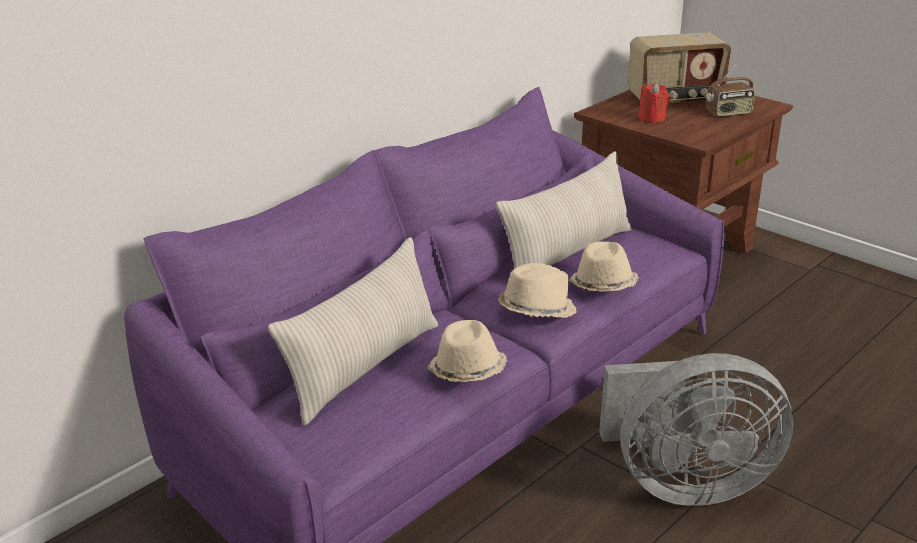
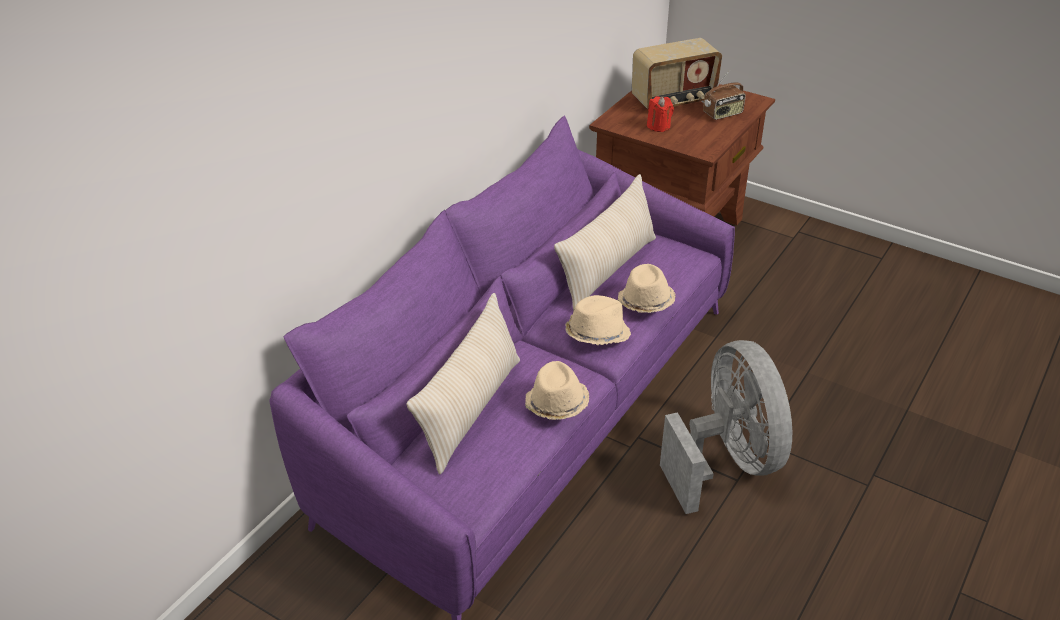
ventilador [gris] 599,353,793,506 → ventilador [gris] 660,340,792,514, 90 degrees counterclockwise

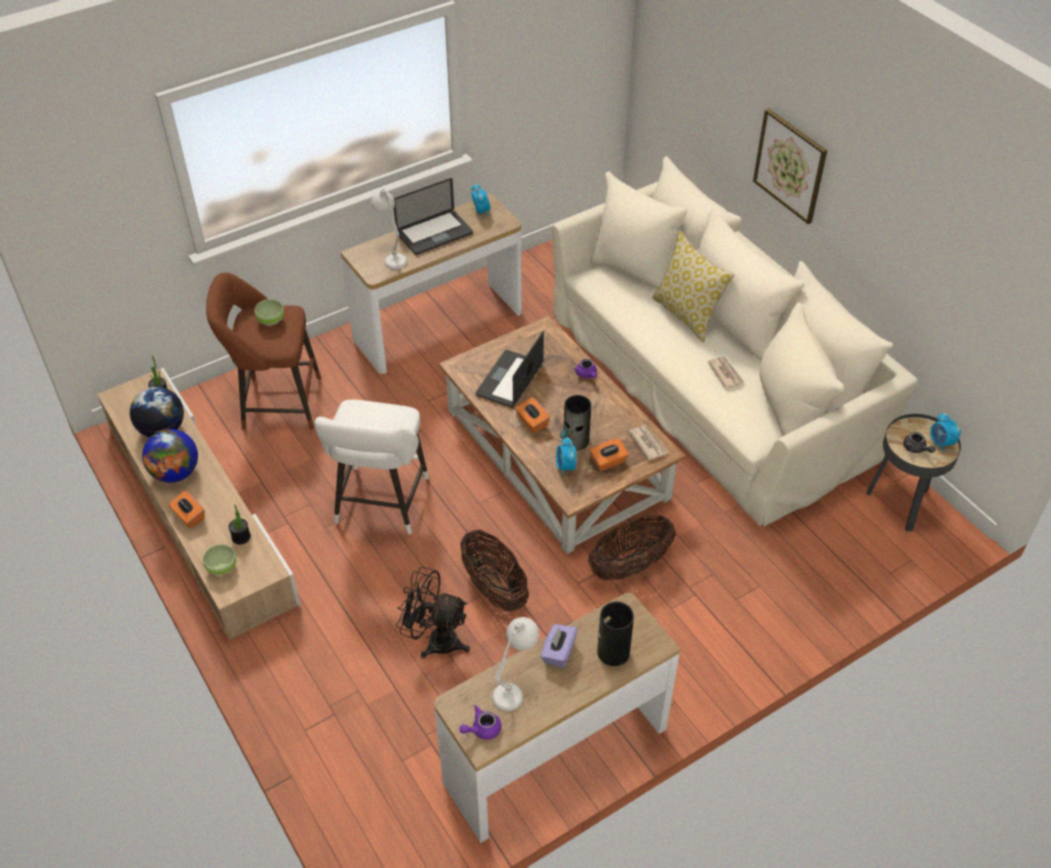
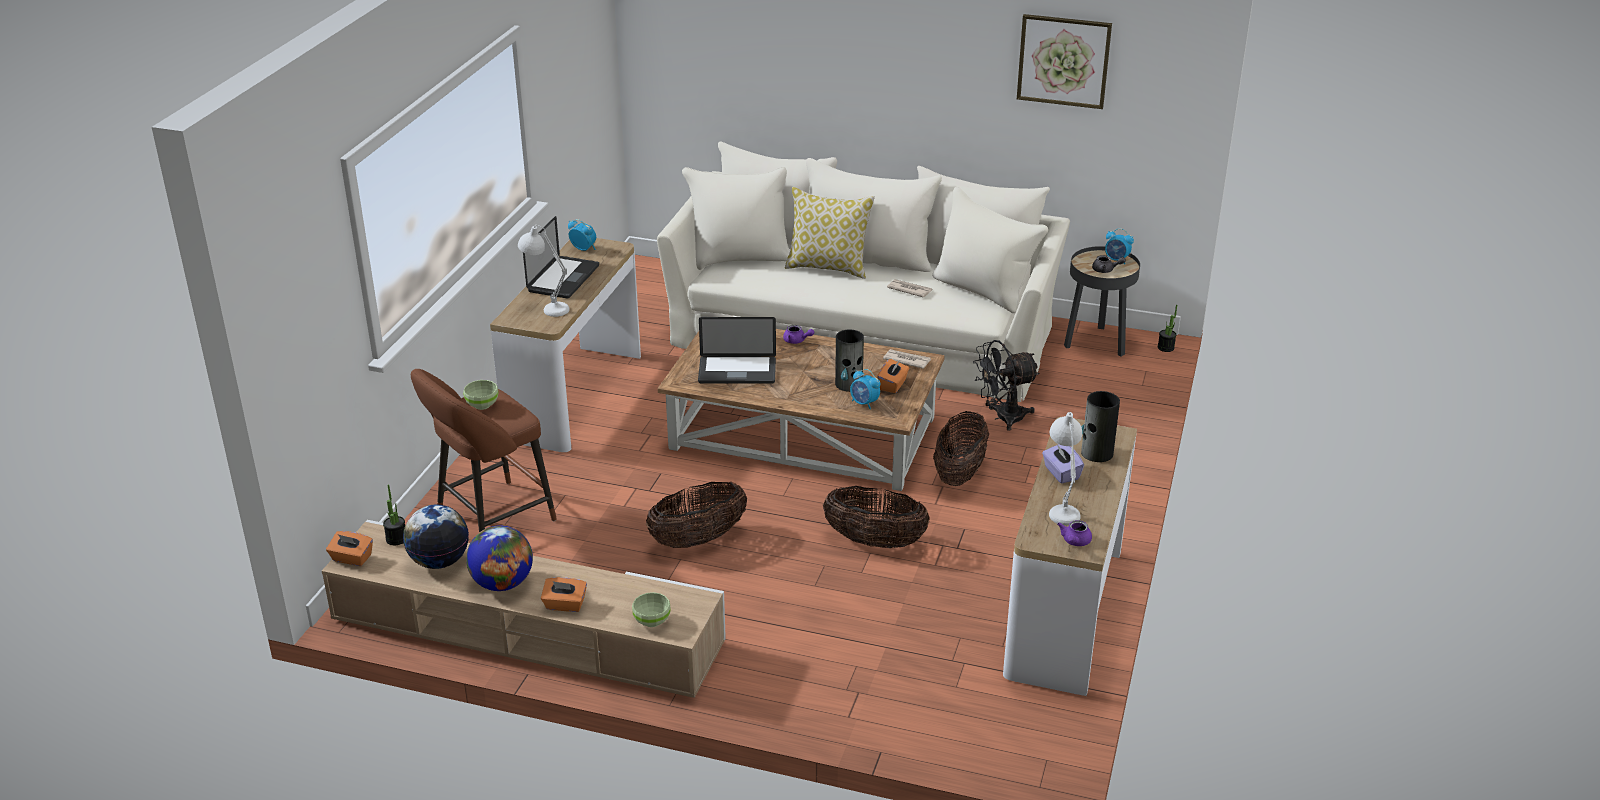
caja de pañuelos [naranja] 516,397,550,433 → caja de pañuelos [naranja] 326,531,373,566, moved
taburete [blanco] 314,399,429,535 → cesta 646,482,747,548
portátil 476,332,544,408 → portátil 698,317,776,384, 75 degrees counterclockwise
ventilador [negro] 396,567,470,659 → ventilador [negro] 973,340,1040,431, moved
cuadro 753,108,827,224 → cuadro 1017,14,1112,109, moved
planta en maceta 229,505,251,544 → planta en maceta 1158,305,1177,352, moved

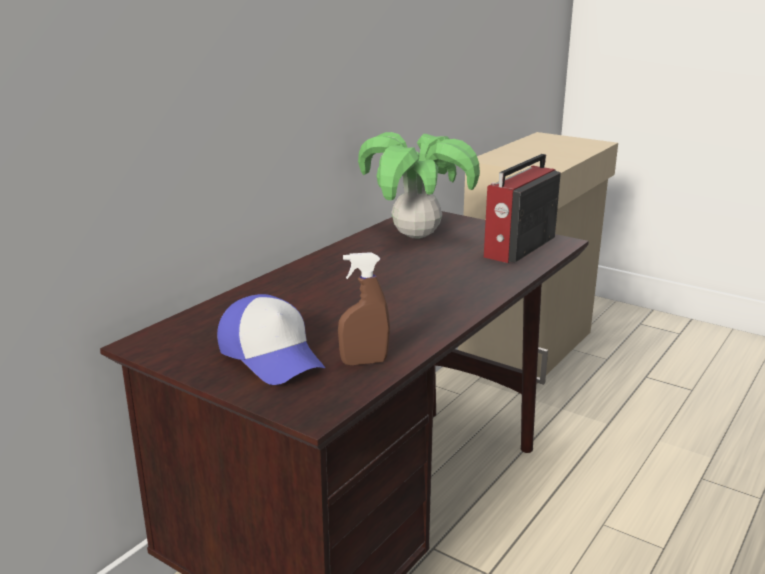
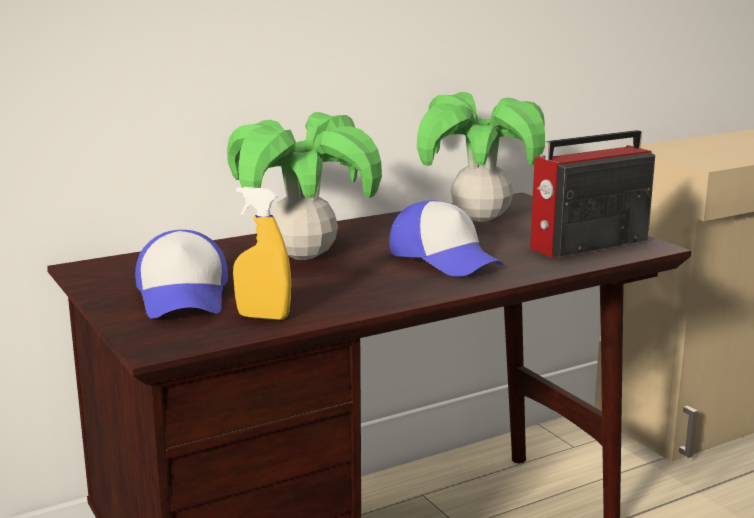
- → planta en maceta 227,112,382,260
pulverizador [marrón] 338,252,390,365 → pulverizador [amarillo] 233,187,291,320
- → gorra 389,200,503,277

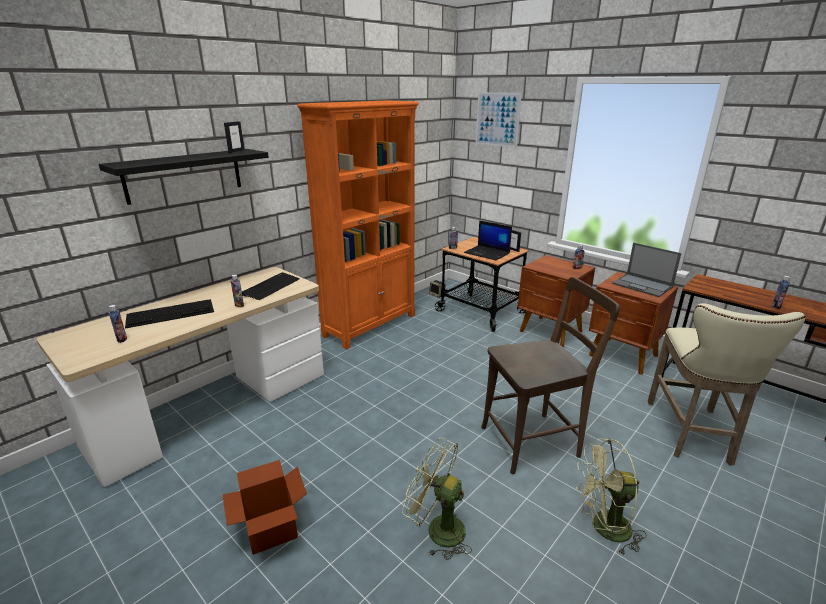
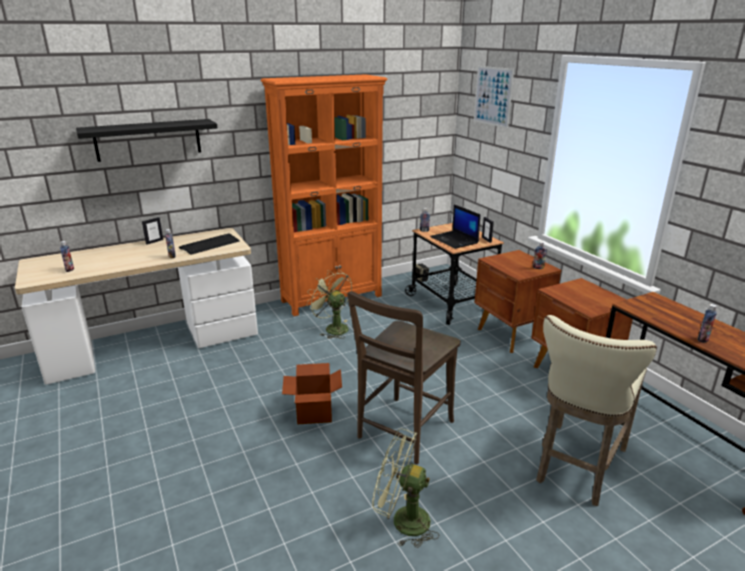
portarretratos 224,121,244,153 → portarretratos 142,217,163,245, moved
caja de cartón 223,460,307,555 → caja de cartón 282,363,342,424, moved
ventilador [verde] 402,437,472,560 → ventilador [verde] 306,270,352,339, moved
silla [marrón] 481,277,620,474 → silla [marrón] 347,291,461,464, 120 degrees clockwise
teclado 125,299,214,329 → -
portátil 612,243,681,297 → -

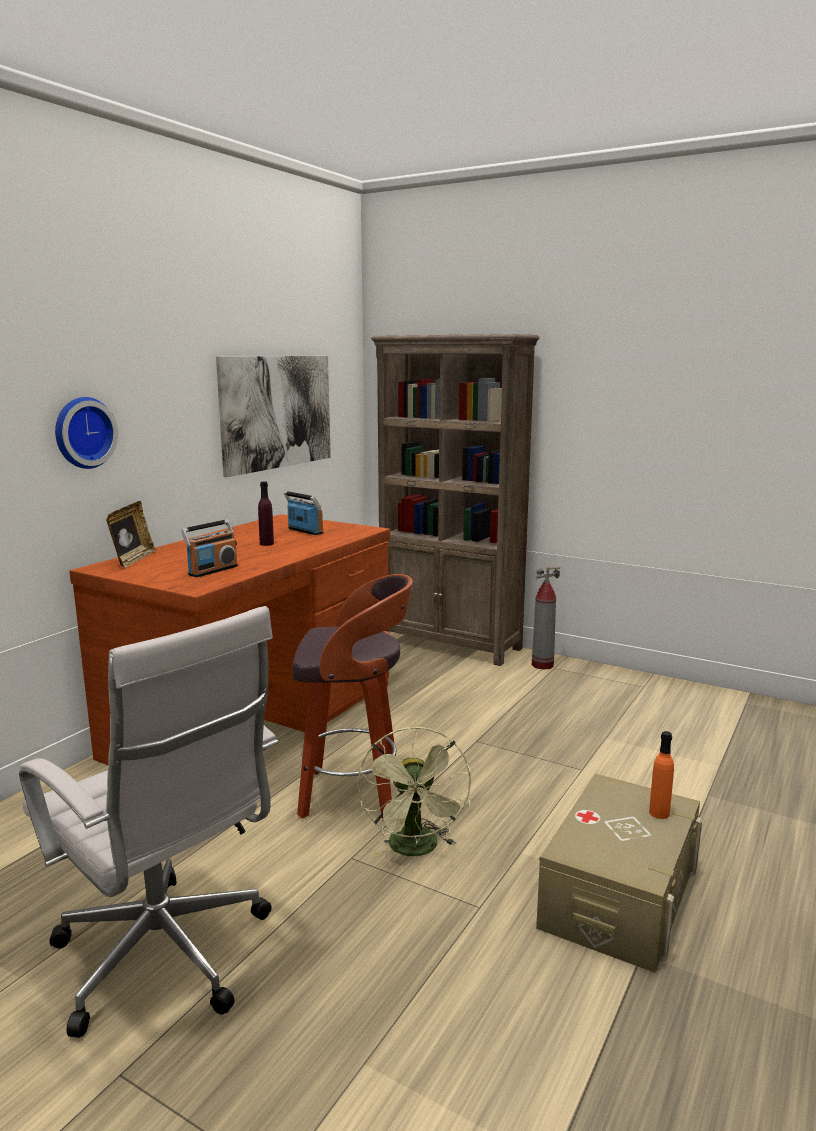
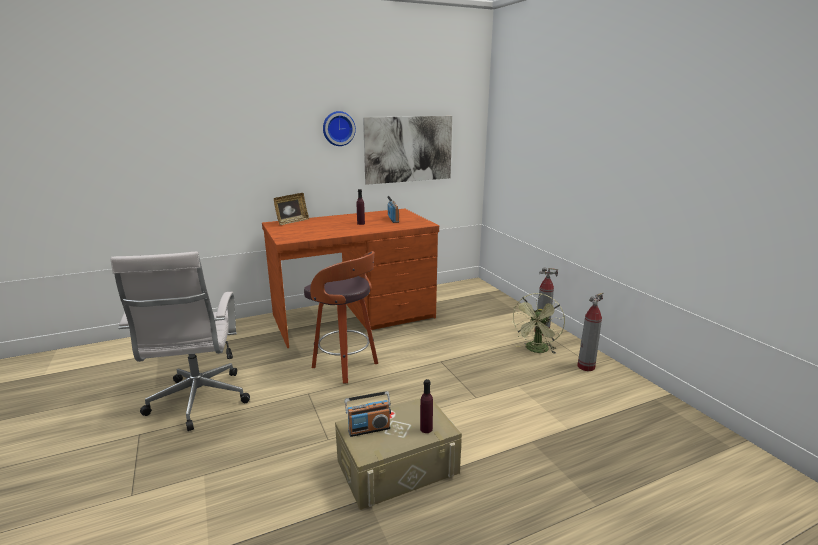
reloj de pared 55,397,118,469 → reloj de pared 323,111,356,146, moved
radio 181,519,238,577 → radio 345,391,391,437, moved
botella [naranja] 649,731,674,819 → botella [morado] 420,379,433,433
ventilador [verde] 357,727,471,857 → ventilador [verde] 511,293,565,354, moved
- → extintor 577,292,604,371
estantería [marrón] 371,334,540,666 → -

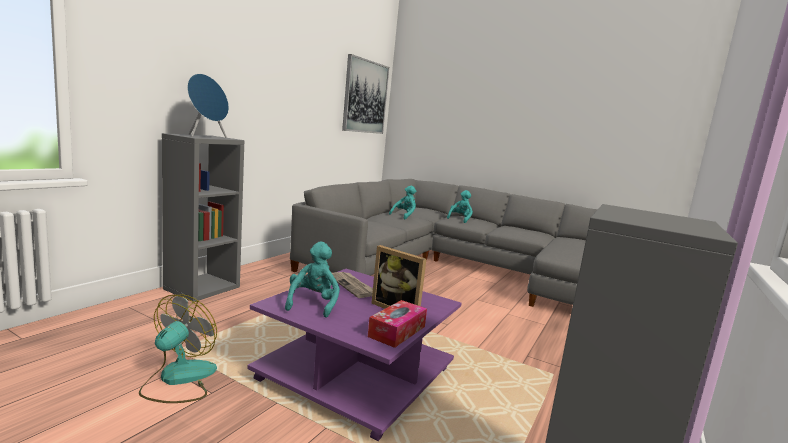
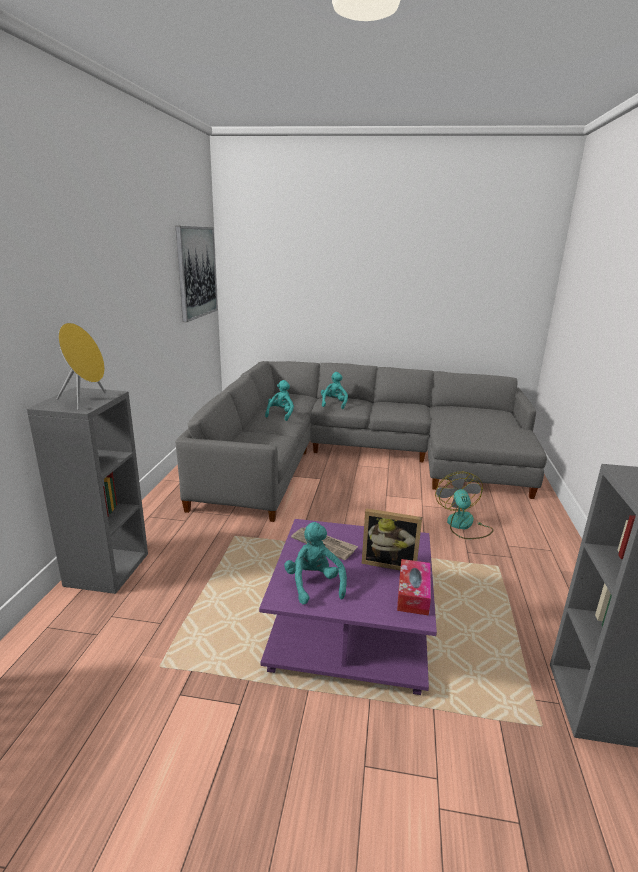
altavoz [azul] 187,74,229,138 → altavoz [amarillo] 56,323,106,410
ventilador 139,294,217,403 → ventilador 435,472,493,539, moved

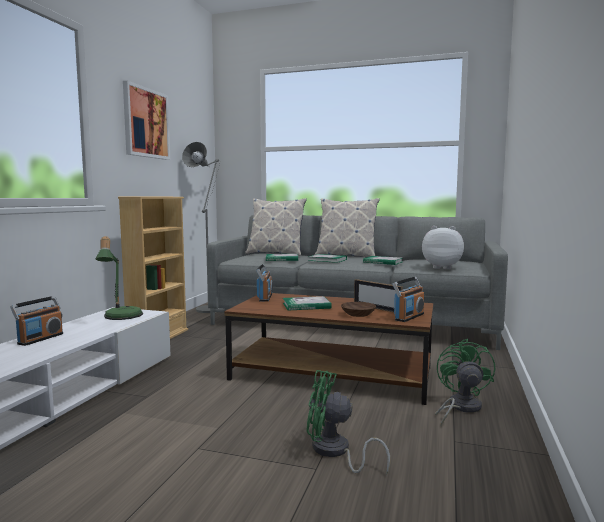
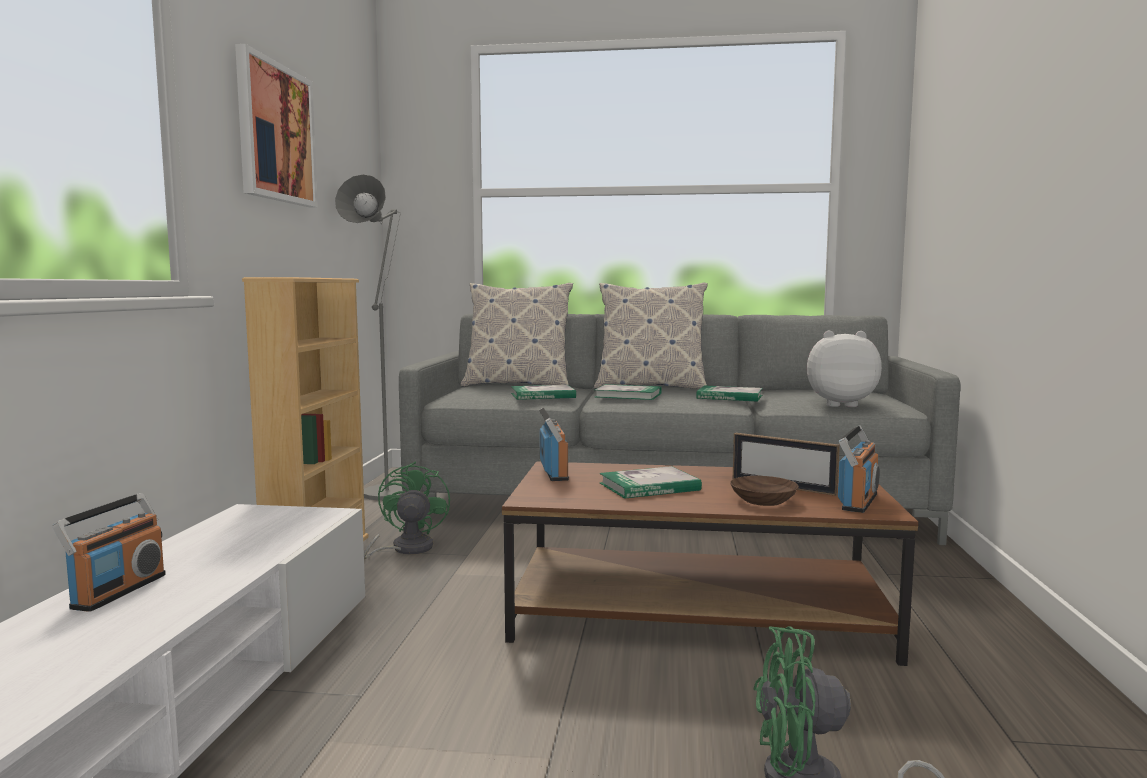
ventilador [verde] 435,339,495,426 → ventilador [verde] 364,462,450,559, moved
lámpara de mesa 95,236,143,320 → -

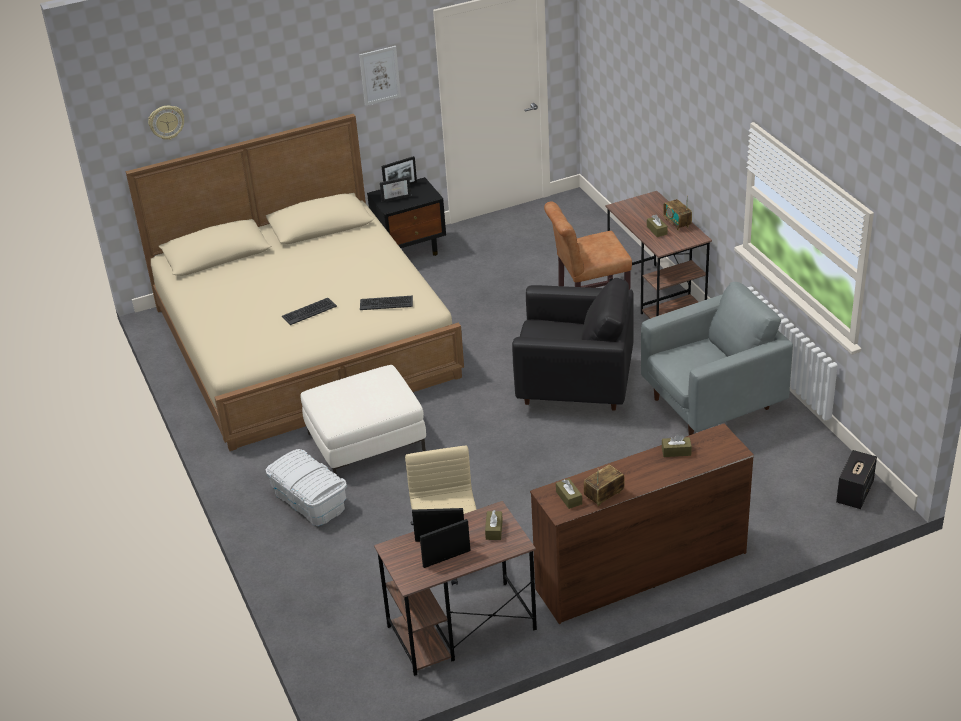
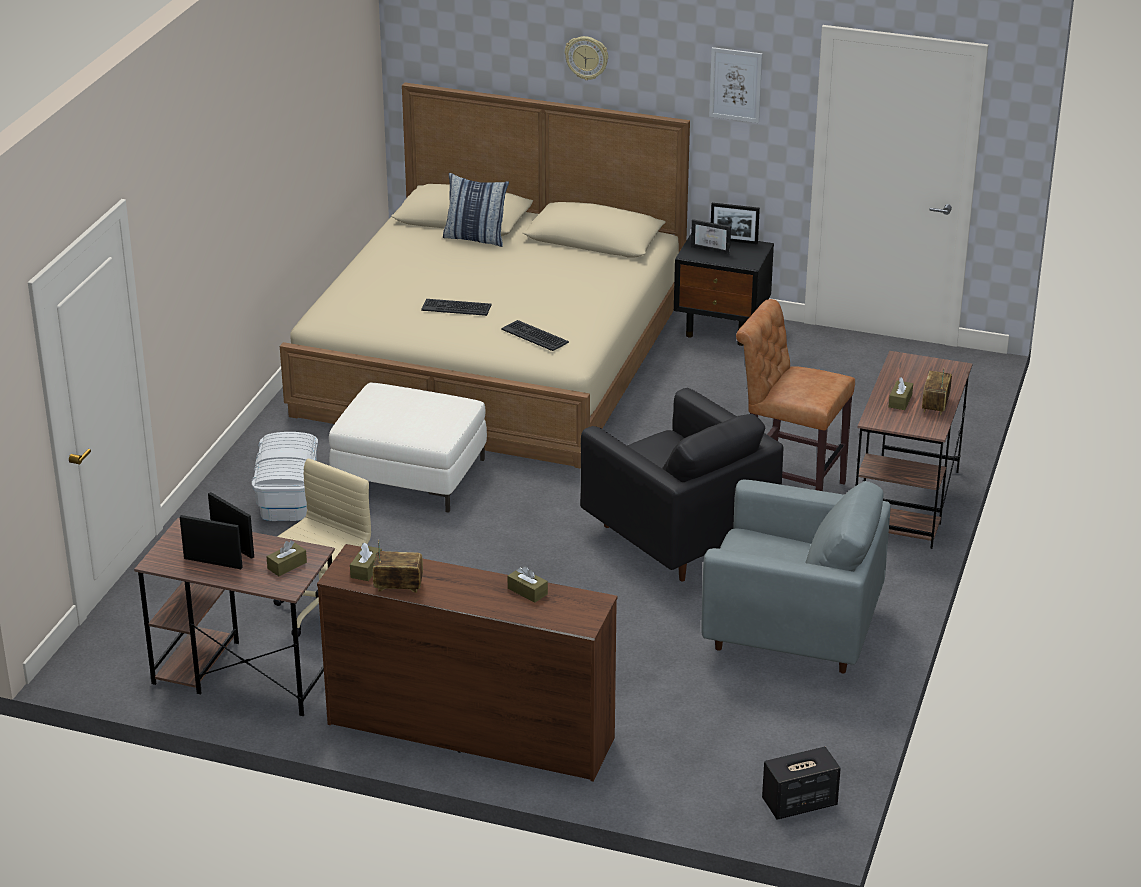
- → cojín 443,173,509,247
reloj de pared 148,106,184,140 → reloj de pared 565,36,608,80, moved

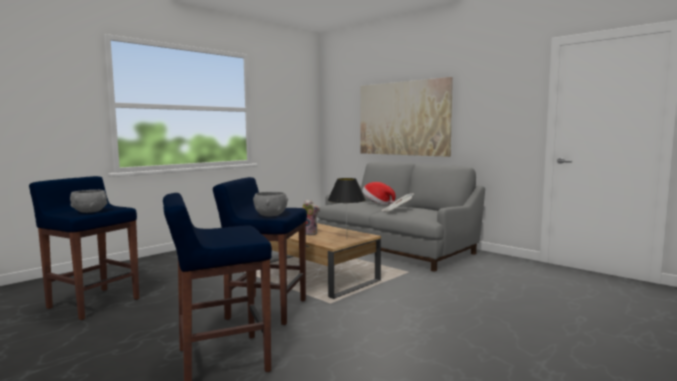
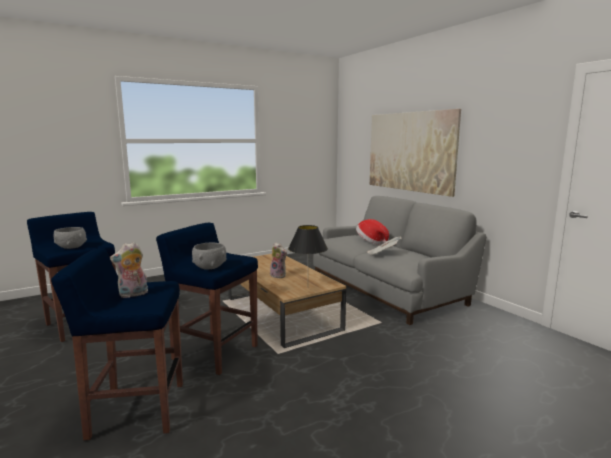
- → peluche 110,242,148,298

